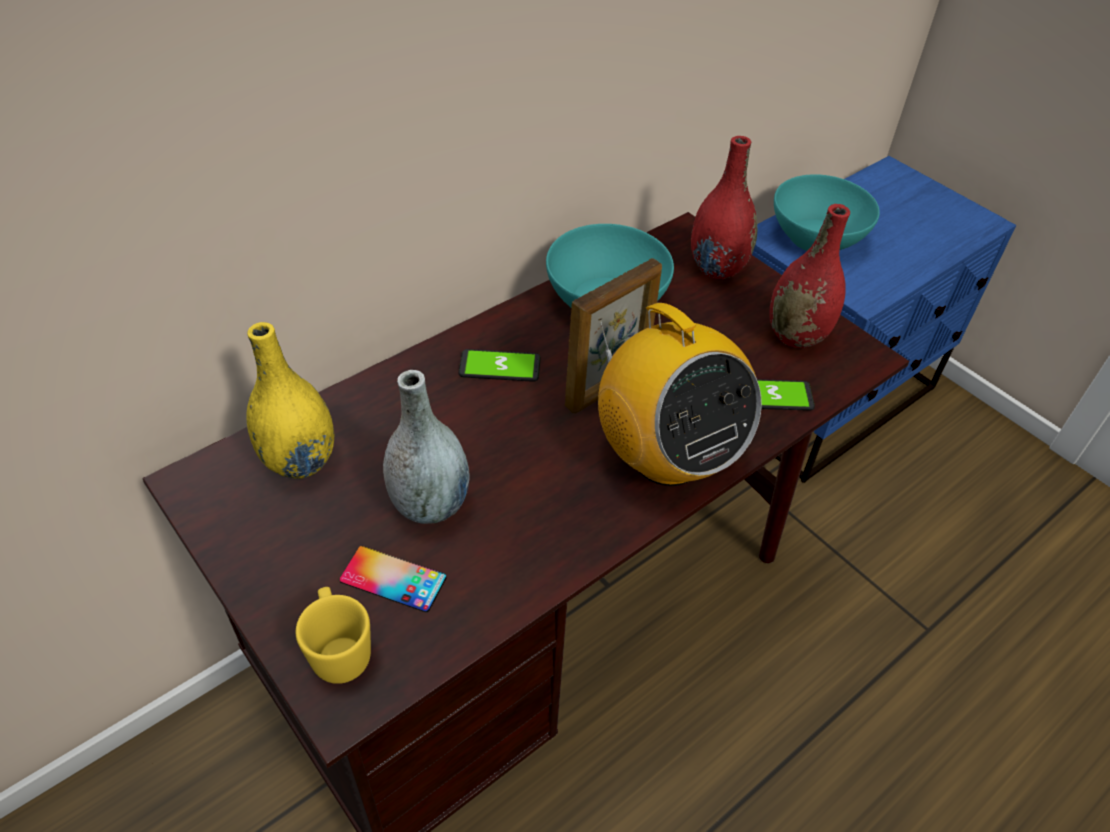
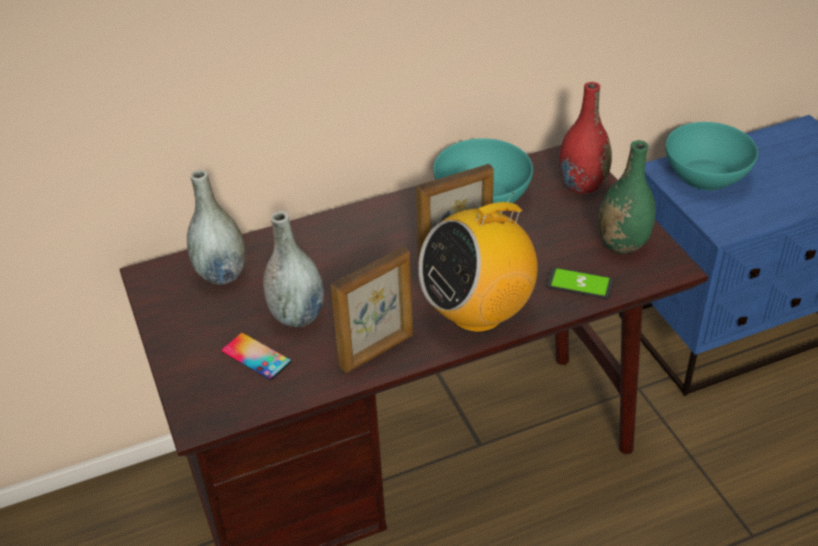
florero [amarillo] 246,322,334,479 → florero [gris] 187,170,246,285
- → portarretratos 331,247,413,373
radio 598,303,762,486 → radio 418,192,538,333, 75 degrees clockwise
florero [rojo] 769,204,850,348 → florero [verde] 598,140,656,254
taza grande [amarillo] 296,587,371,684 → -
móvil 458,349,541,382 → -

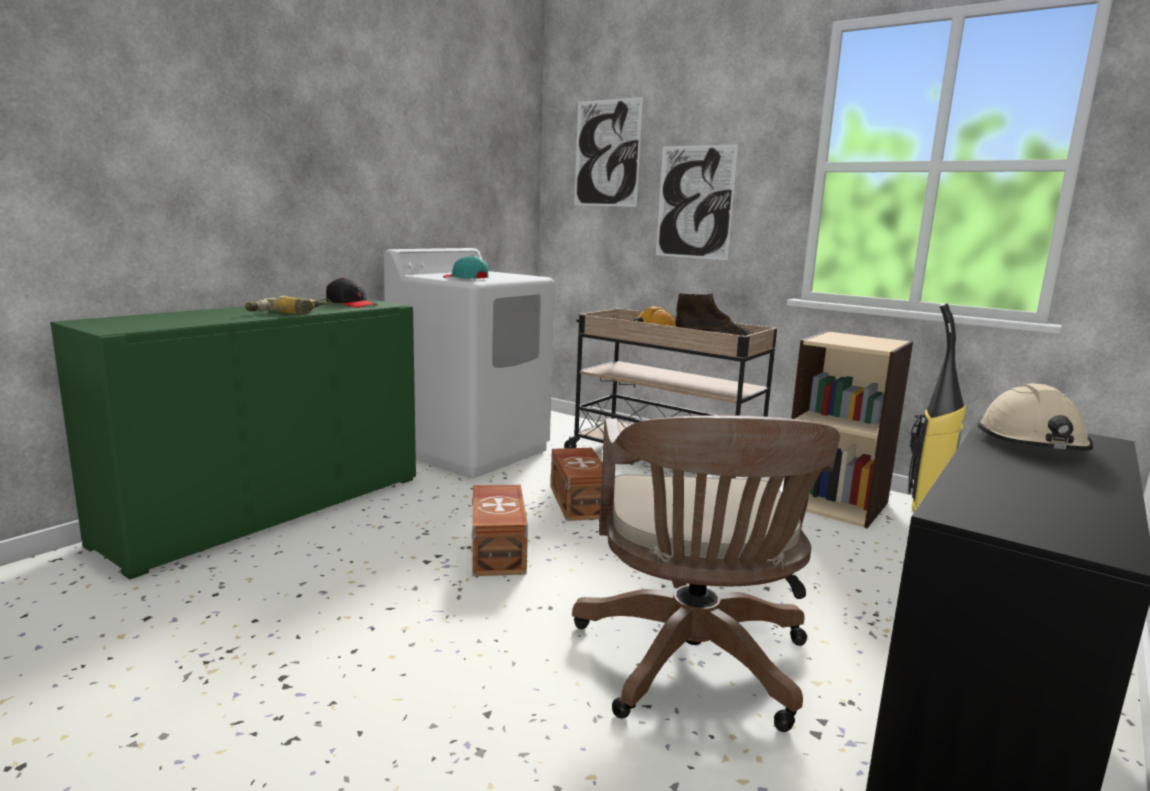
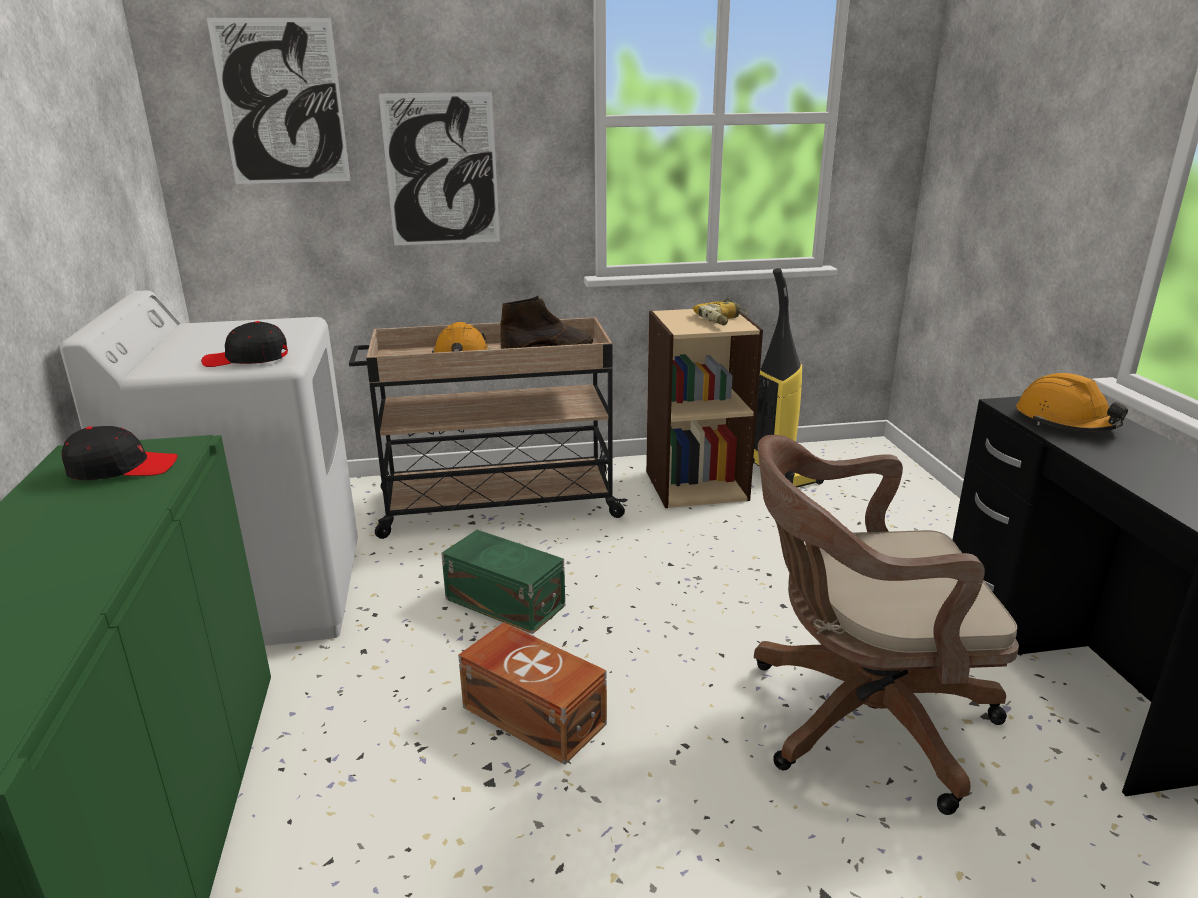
gorra [turquesa] 443,255,488,279 → gorra [negro] 201,321,288,367
caja de almacenaje [marrón] 551,448,603,521 → caja de almacenaje [verde] 441,530,565,634
taladro 245,296,332,315 → taladro 693,298,748,325, moved
silla de oficina [marrón] 572,415,840,732 → silla de oficina [marrón] 754,435,1019,815, 135 degrees clockwise
casco [beis] 978,384,1093,451 → casco [naranja] 1016,373,1128,431

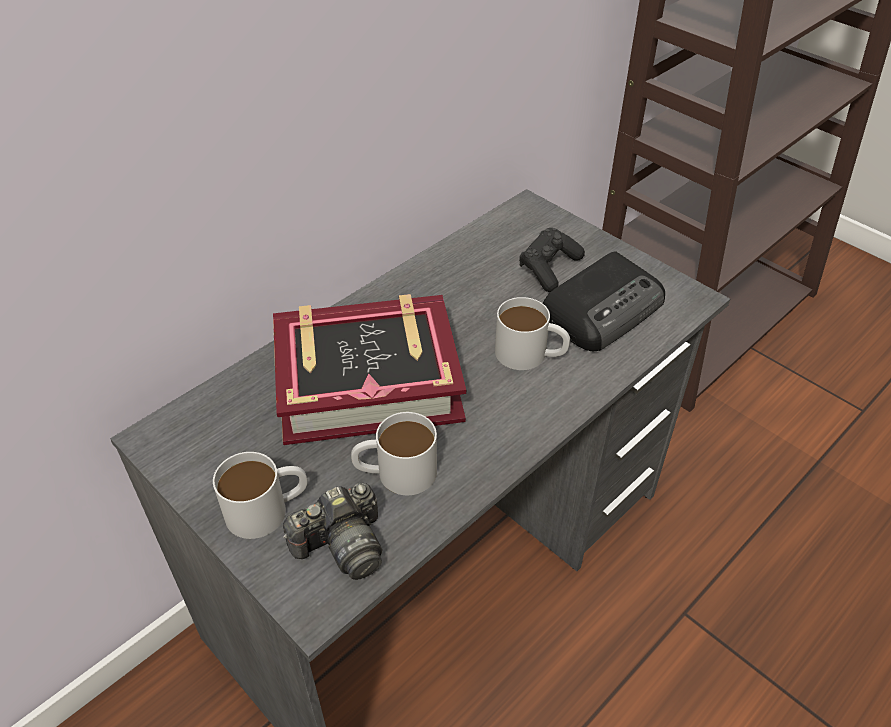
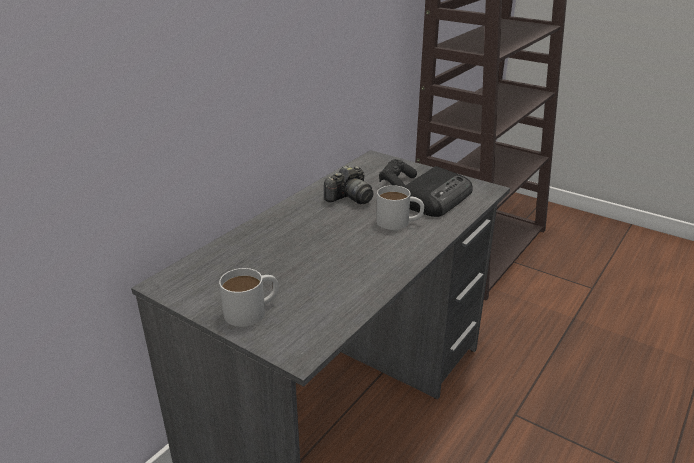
cámara 283,483,382,580 → cámara 324,165,373,204, moved
libro 273,294,466,445 → -
taza grande [blanco] 351,412,437,495 → -

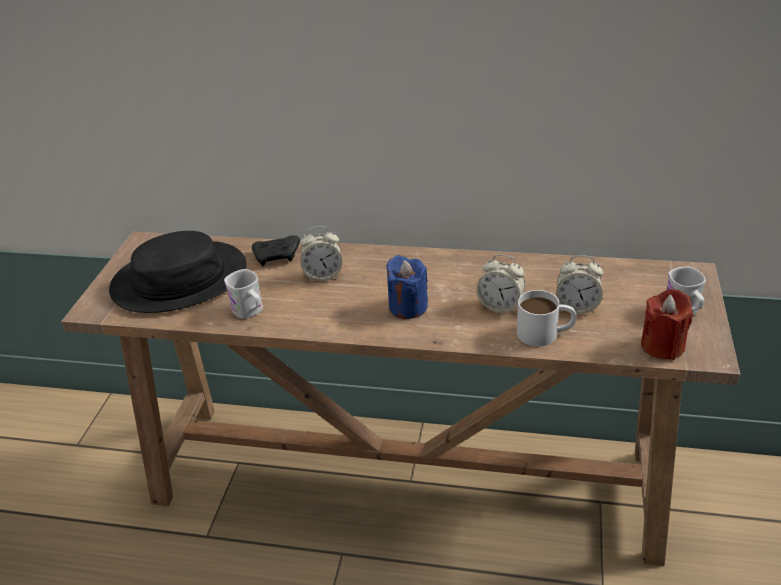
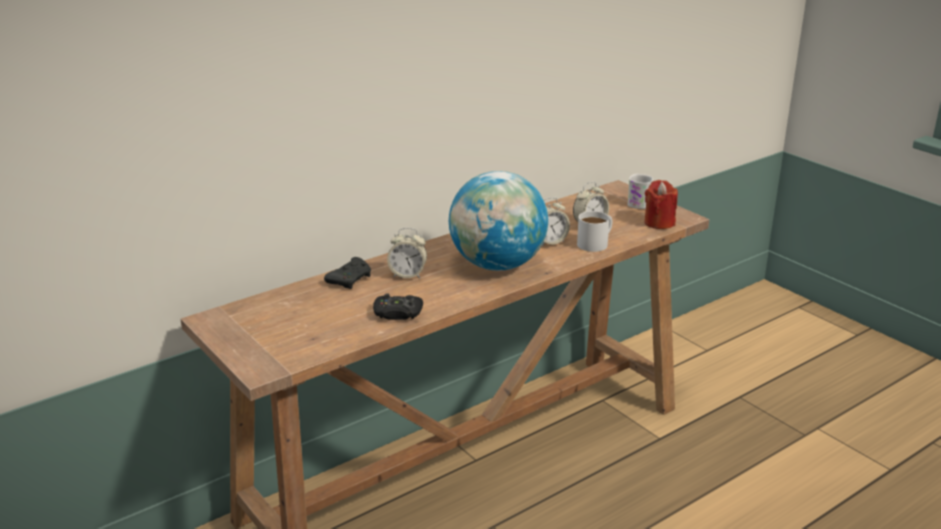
taza grande [blanco] 224,269,263,319 → mando de consola [negro] 373,293,423,320
despertador 300,226,342,282 → despertador 387,228,427,278, 60 degrees clockwise
vela [azul] 386,255,428,319 → globo terráqueo 449,171,548,271
sombrero [negro] 109,231,247,313 → -

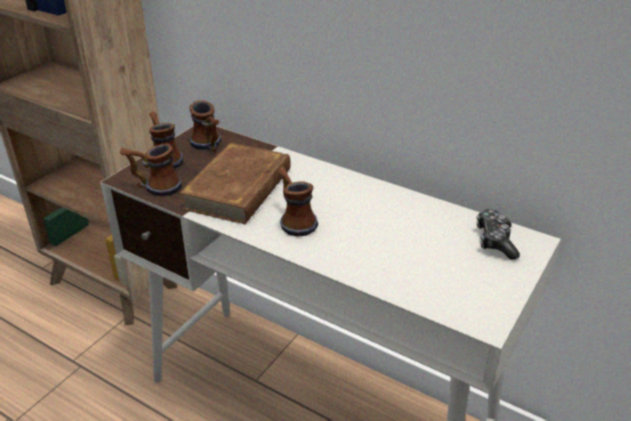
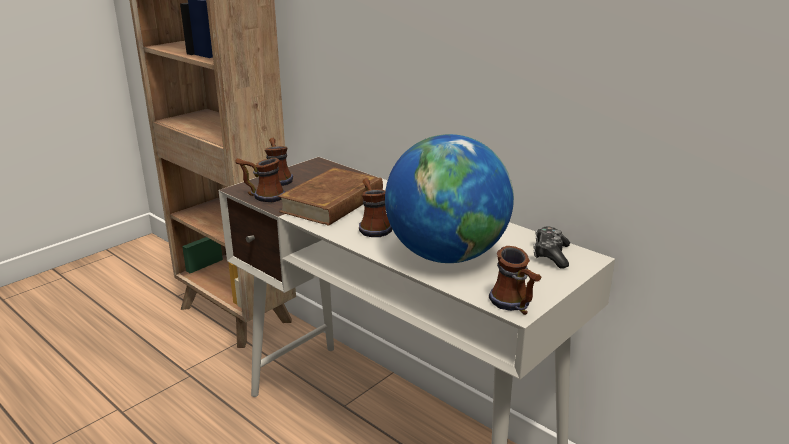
- → globo terráqueo 385,134,514,263
taza grande 189,100,221,152 → taza grande 489,246,542,315, moved

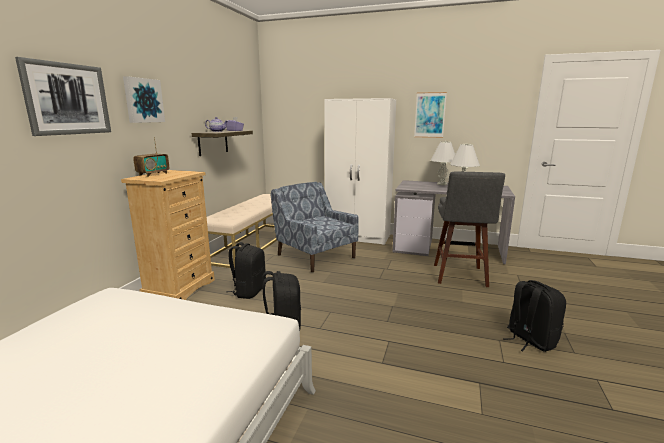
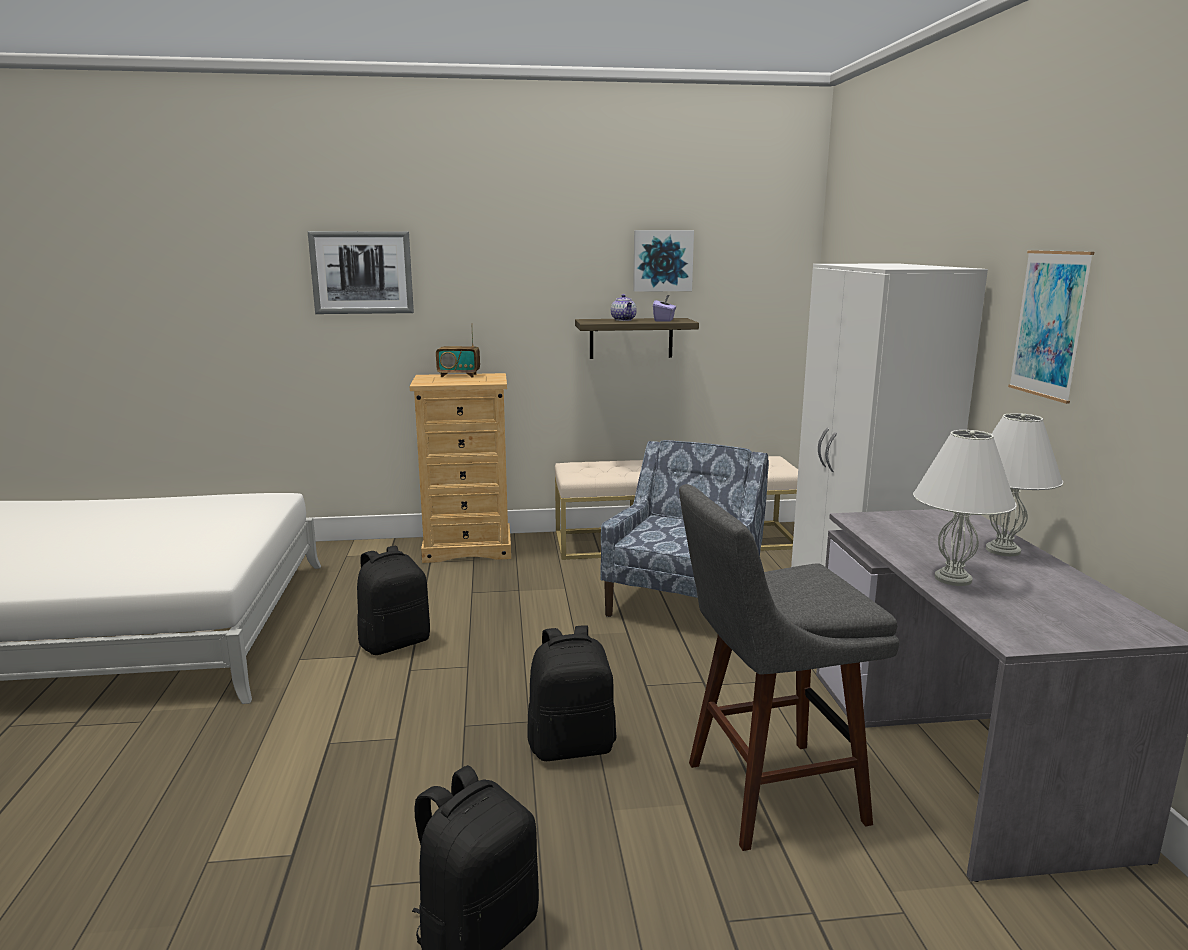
mochila [negro] 227,242,266,299 → mochila [negro] 527,625,617,761, moved
cuadro 123,76,165,123 → cuadro 633,230,694,292, moved

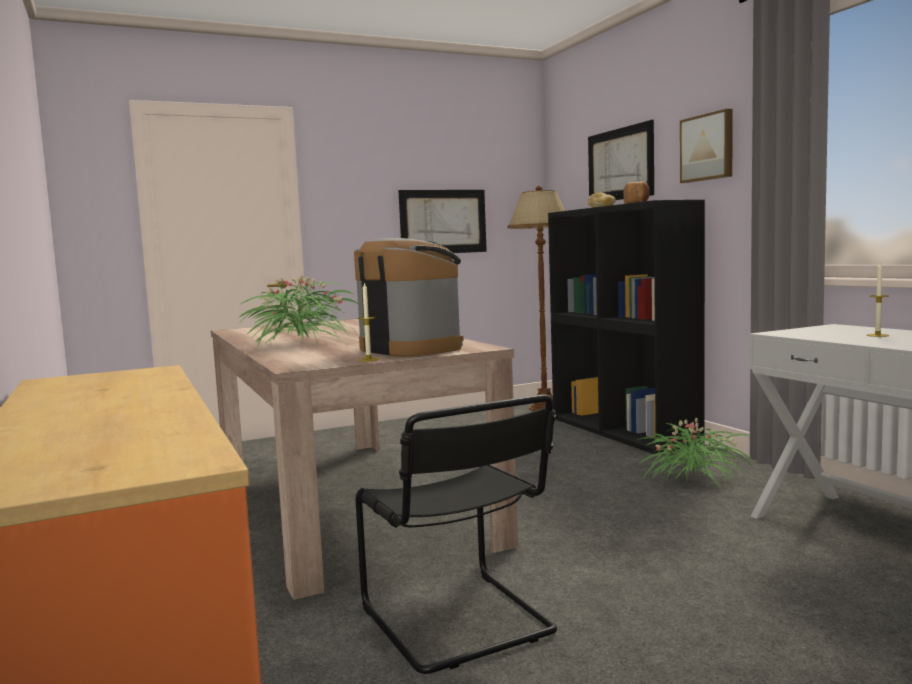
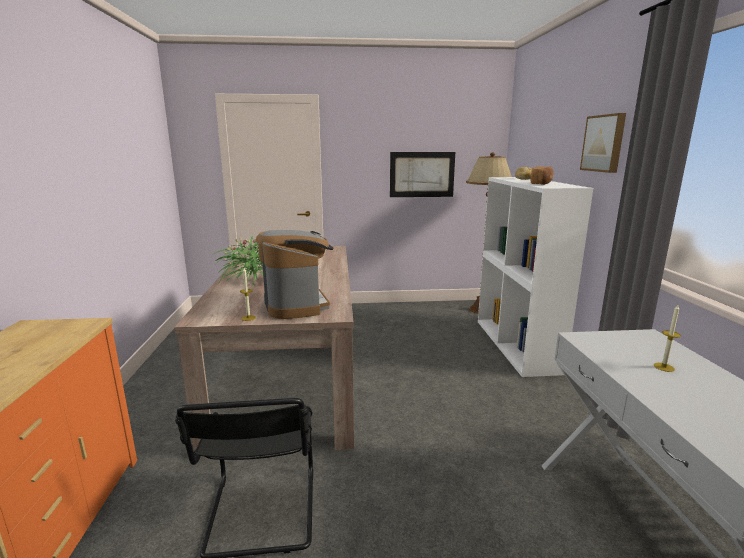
estantería [negro] 548,200,705,454 → estantería [blanco] 478,177,593,377
cuadro 588,120,654,200 → -
planta en maceta 637,418,754,491 → -

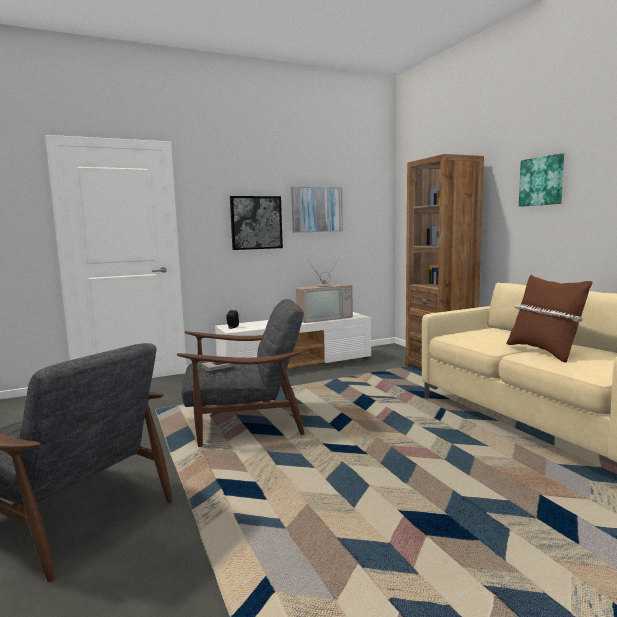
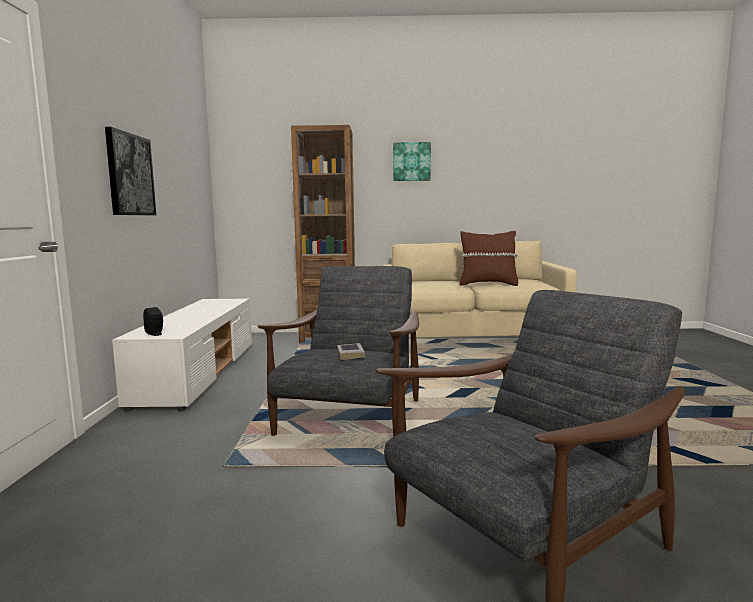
cuadro 291,187,343,233 → -
televisor 296,258,353,323 → -

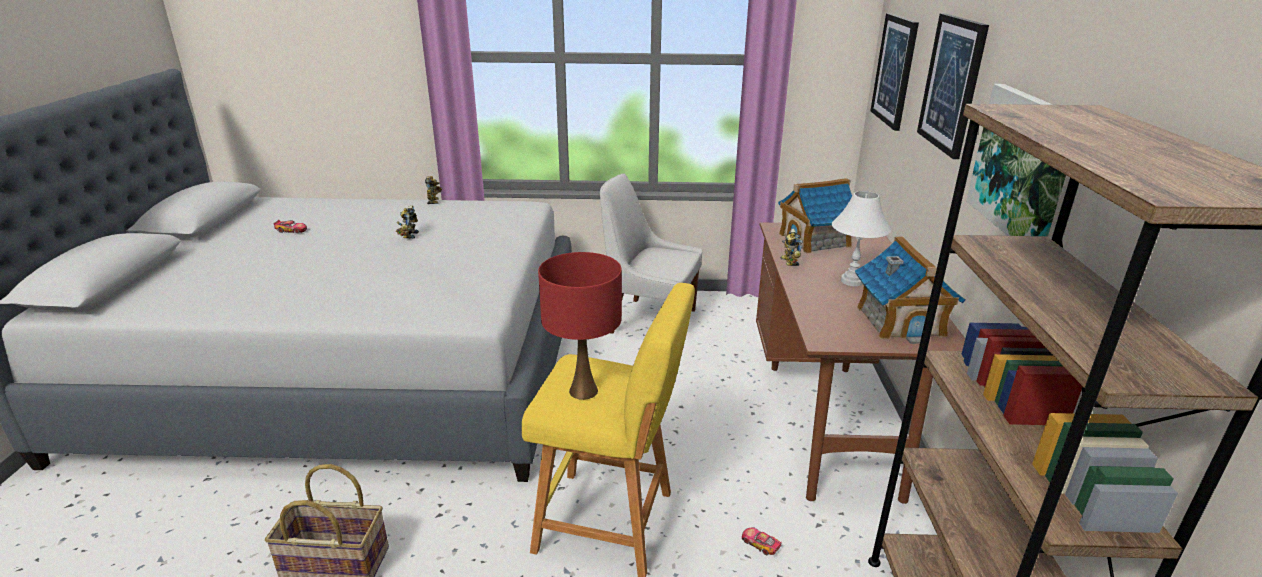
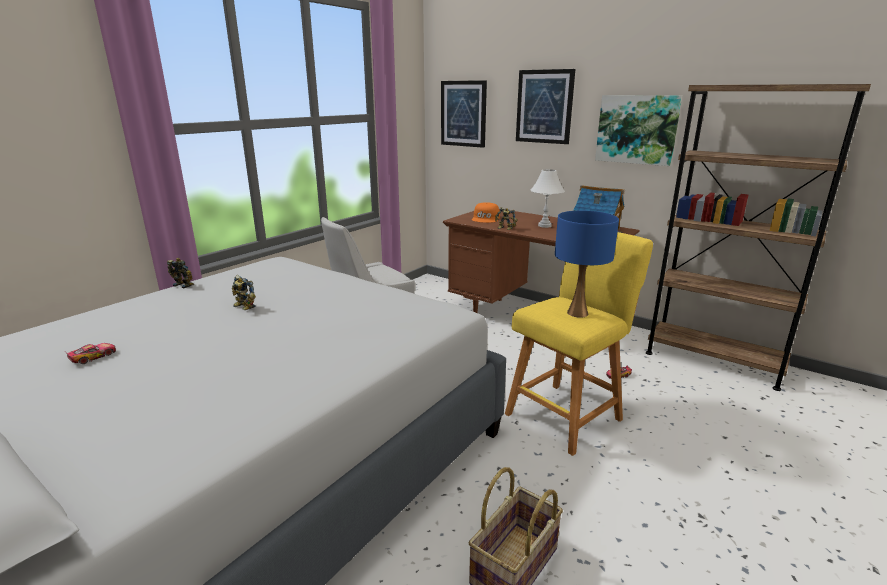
casita 778,178,852,254 → gorra [naranja] 472,202,500,223
lámpara de mesa [rojo] 538,252,622,400 → lámpara de mesa [azul] 555,211,619,318

